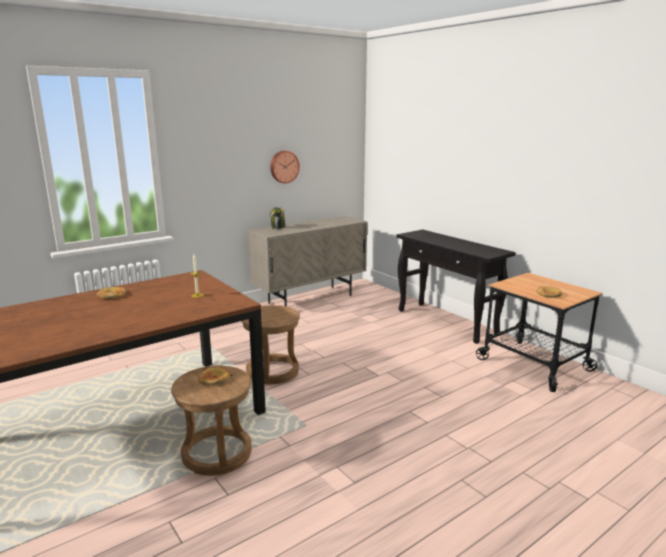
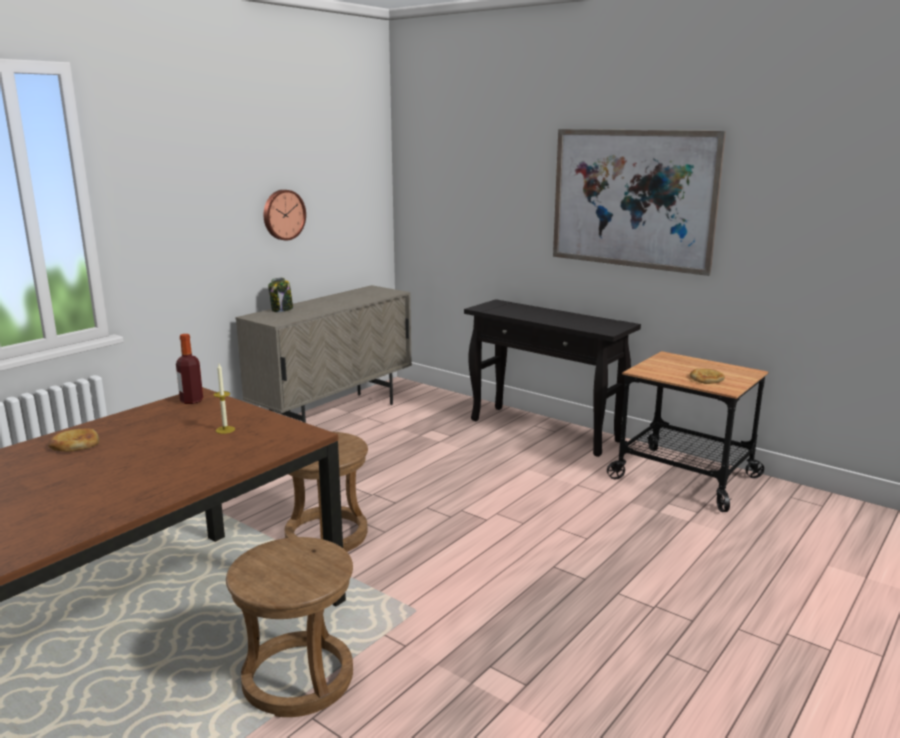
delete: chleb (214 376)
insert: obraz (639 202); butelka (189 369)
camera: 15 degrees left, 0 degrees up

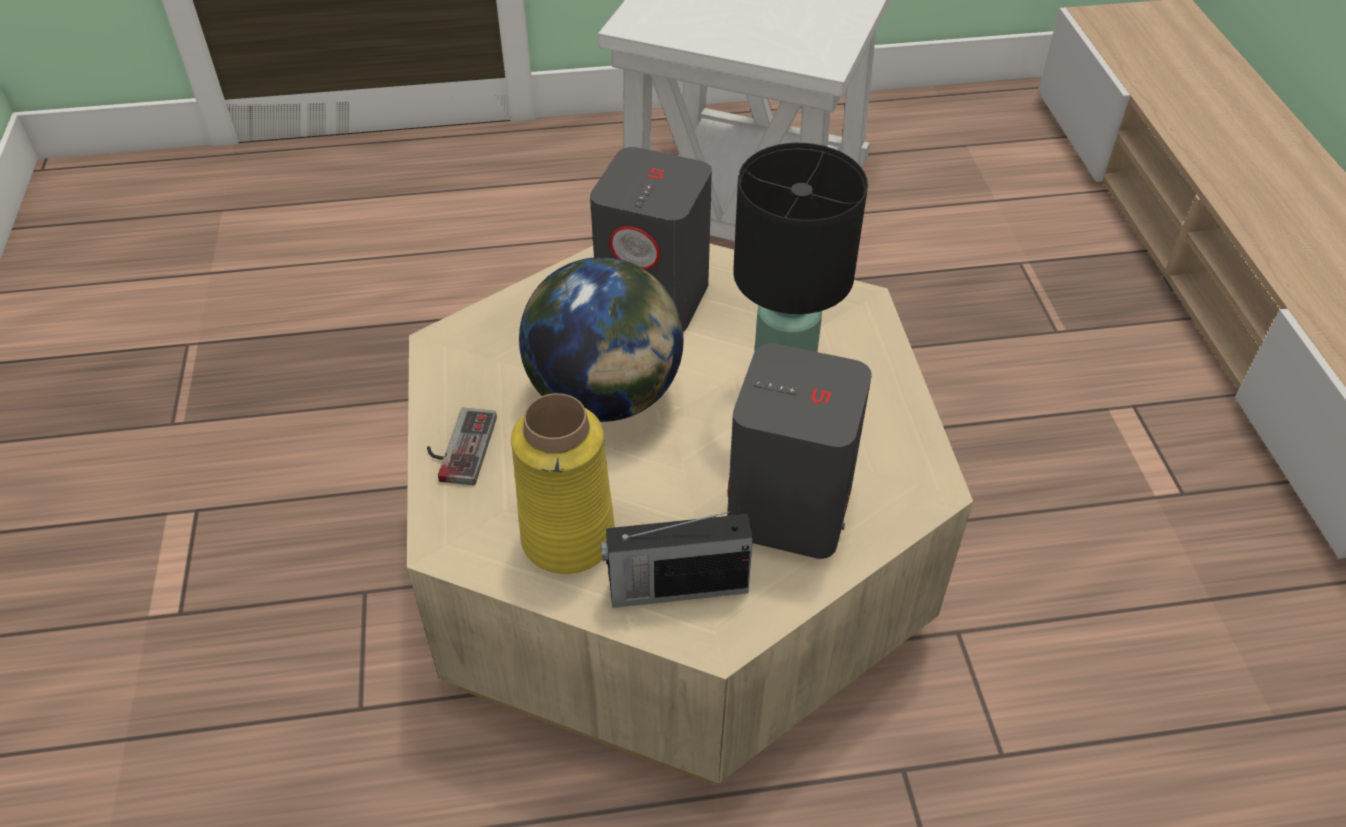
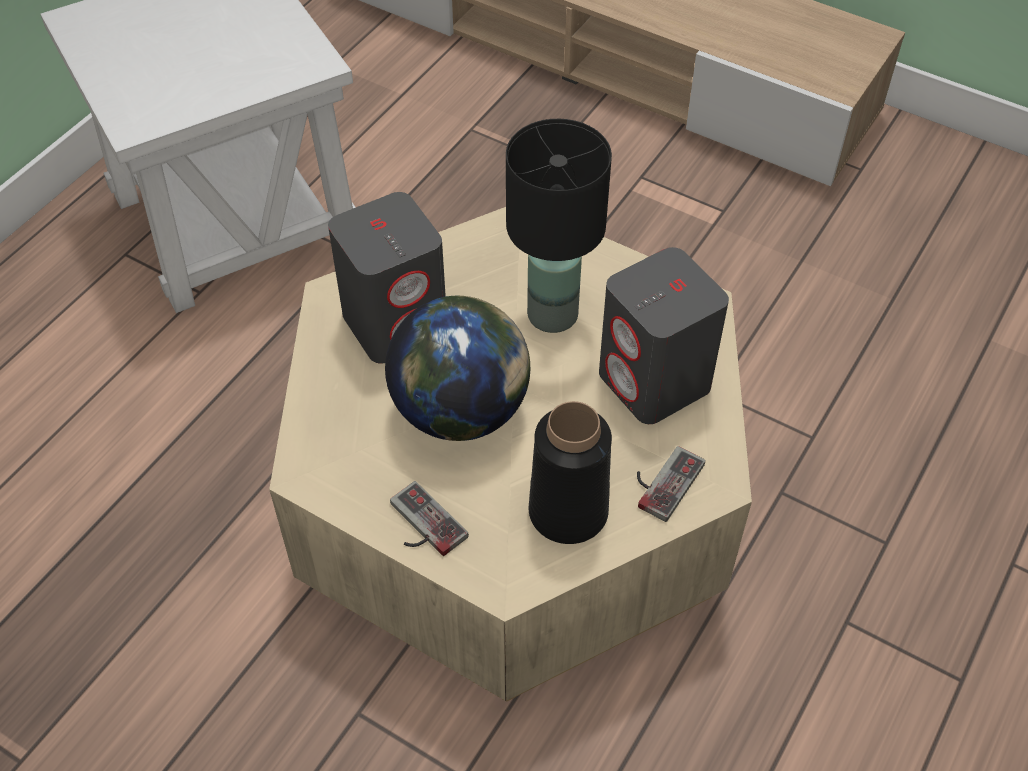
replace: radio (677 559) to pad do gier (671 484)
recolor: wazon (żółty) (563 483) to wazon (czarny) (570 472)
camera: 50 degrees left, 5 degrees up

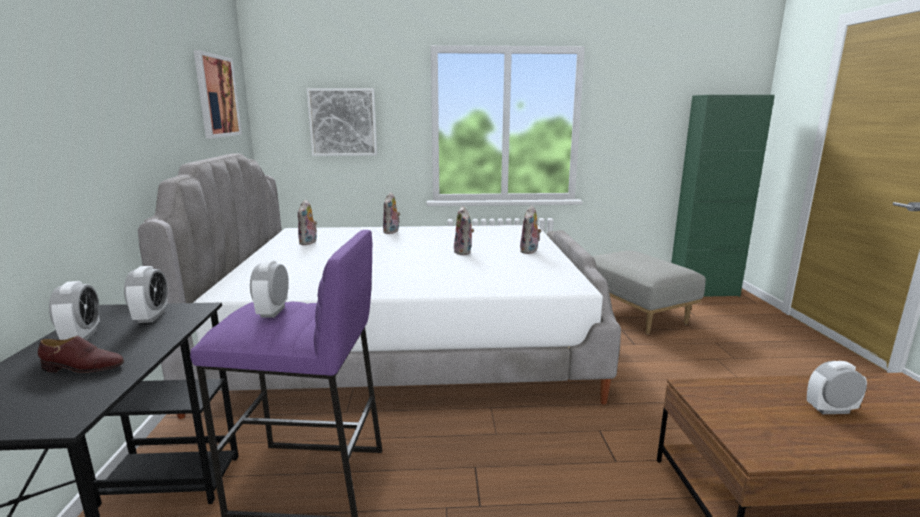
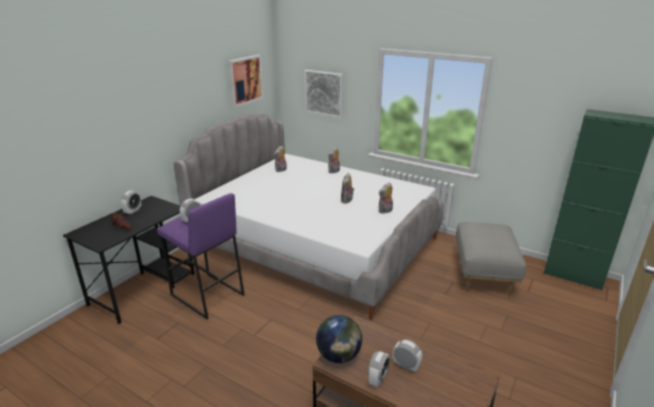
insert: globus (339 339)
move: budzik (145 294) to (379 369)
camera: 35 degrees right, 10 degrees up

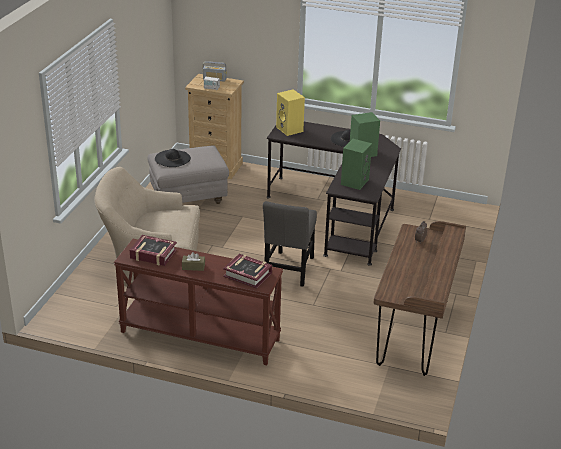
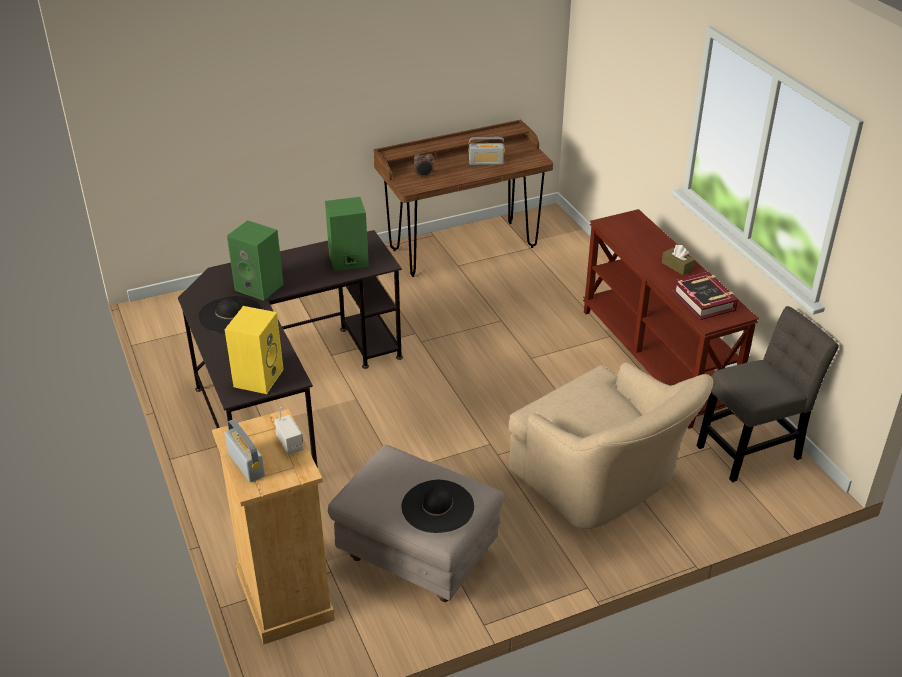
delete: książka (247 271)
insert: radio (486 151)
move: krzesło (szary) (290 244) to (768 394)
camera: 130 degrees left, 5 degrees up

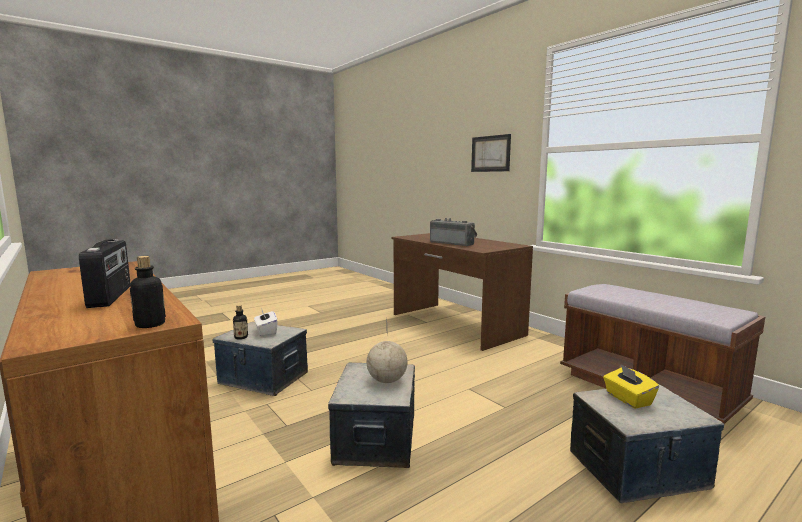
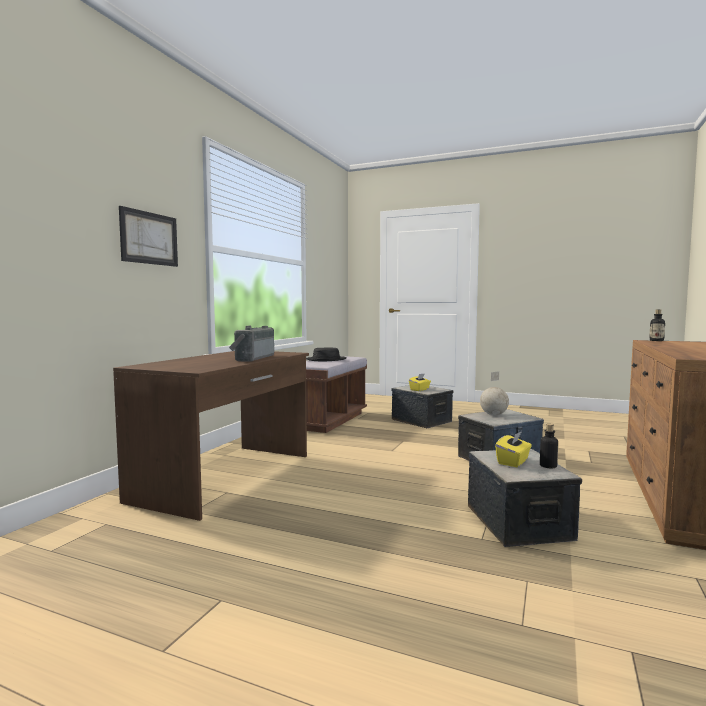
delete: radio (105 273)
insert: kapelusz (czarny) (326 354)
recolor: pudełko chusteczek (biały) (265 322) to pudełko chusteczek (żółty) (513 449)
camera: 120 degrees left, 5 degrees down

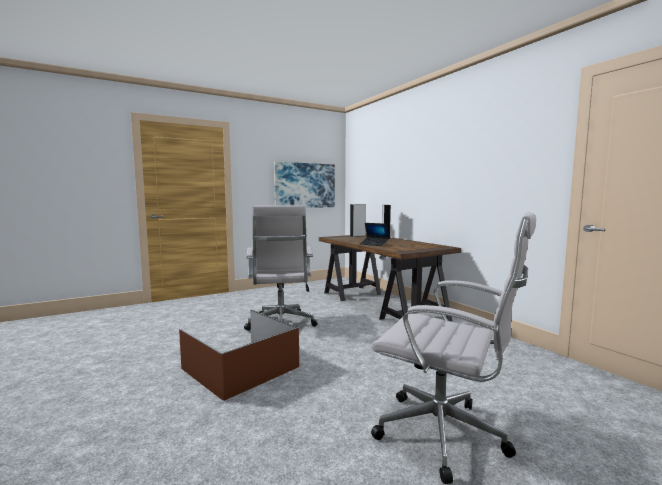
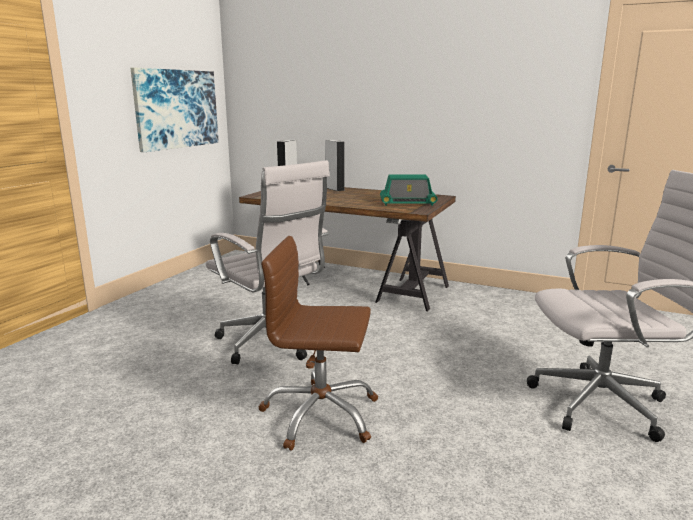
delete: laptop (374 234)
insert: radio (409 190)
replace: pojemnik do przechowywania (brązowy) (239 355) to krzesło biurowe (brązowy) (318 343)
camera: 35 degrees left, 10 degrees up

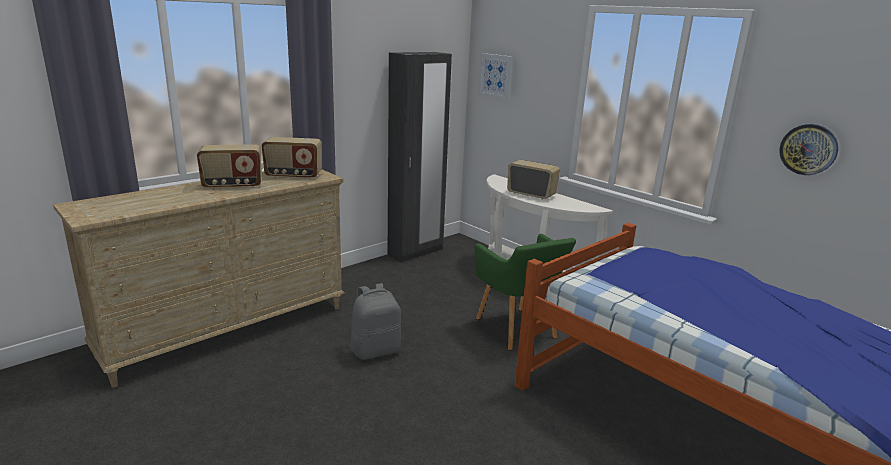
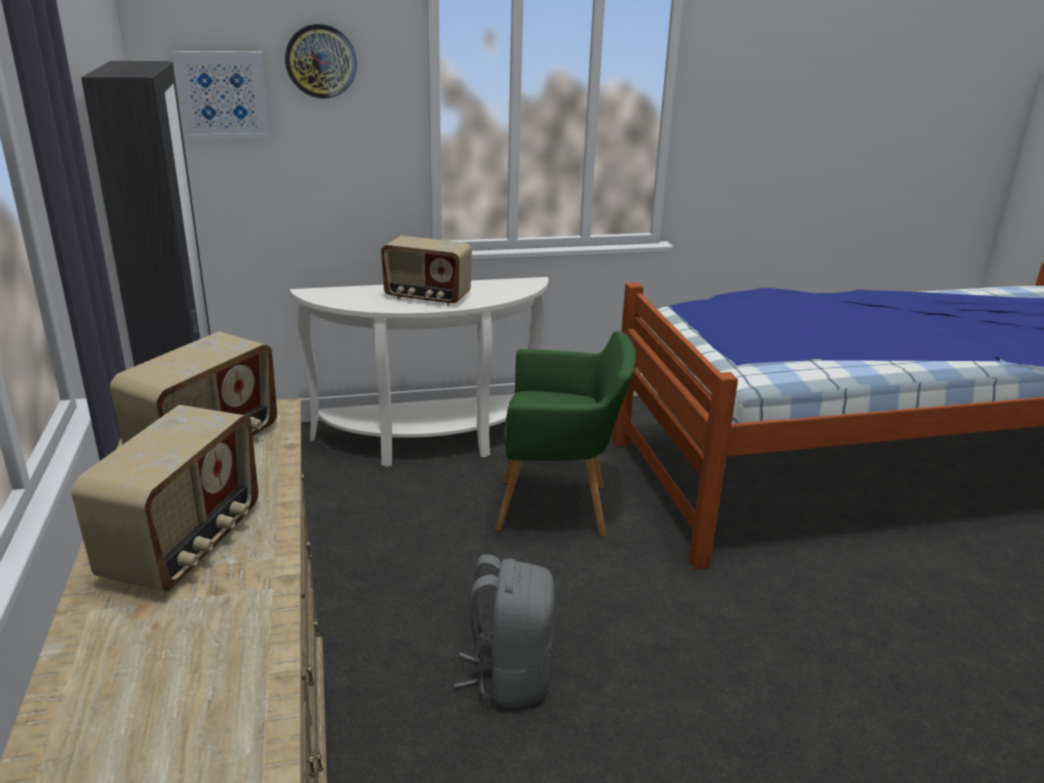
move: zegar ścienny (808 149) to (321 61)
rotate: radio (533 179) = (426 271) 135 degrees counterclockwise
camera: 60 degrees left, 5 degrees up

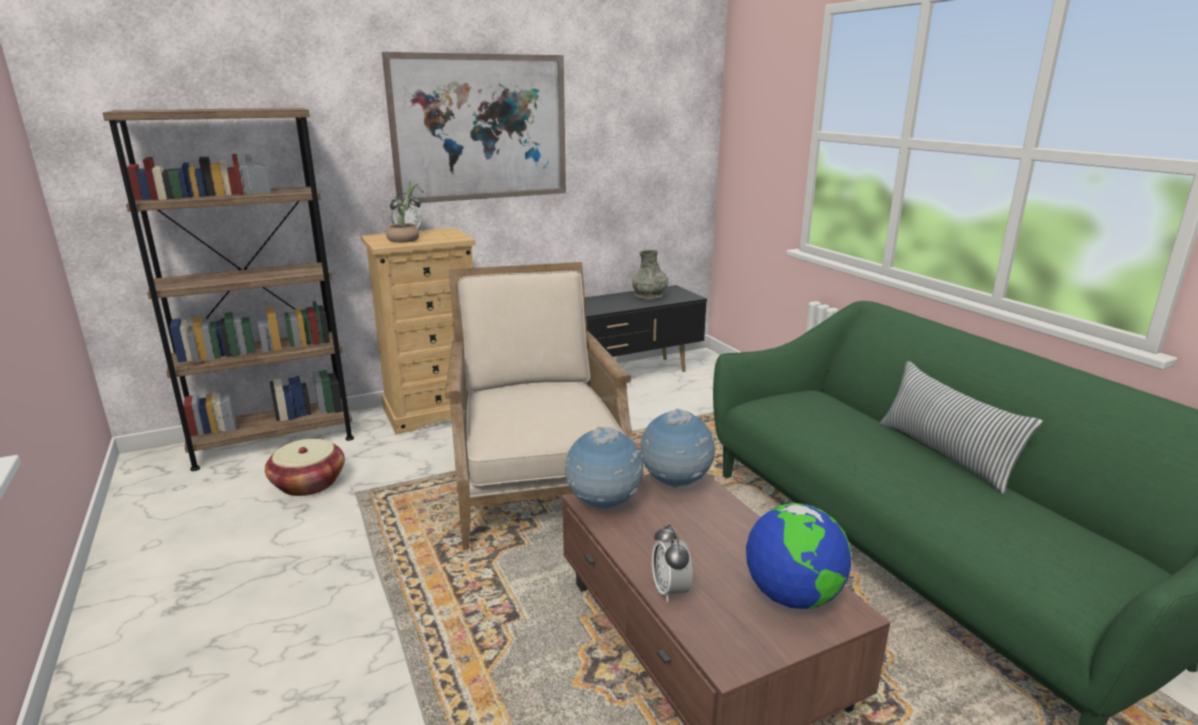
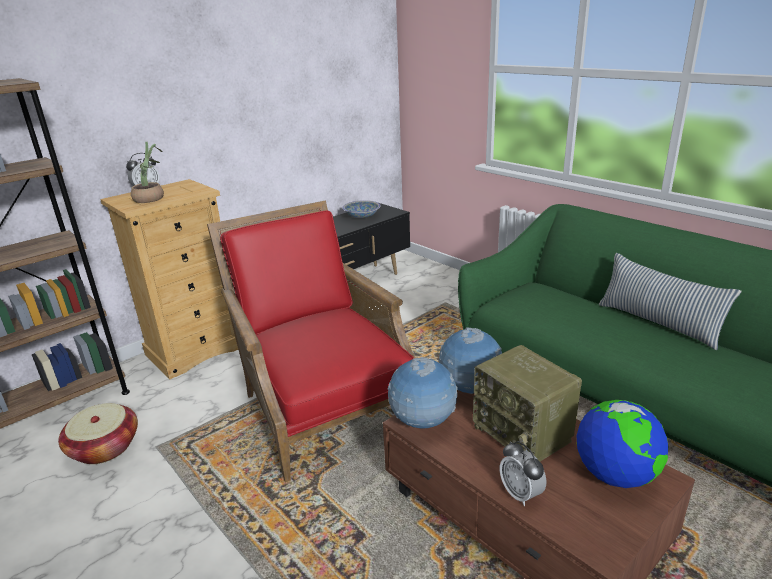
delete: obraz (474 128)
insert: radio (527 403)
replace: wazon (szary) (650 275) to miska (361 209)
recolor: fotel (beżowy) (539 406) to fotel (czerwony) (311 341)
camera: 15 degrees left, 5 degrees up

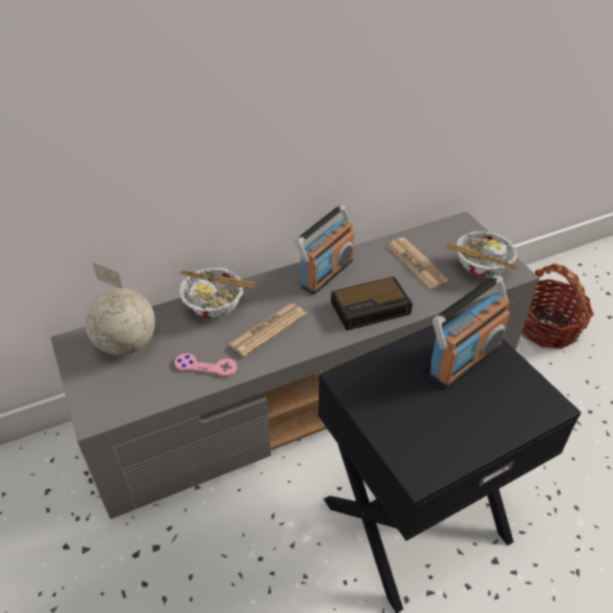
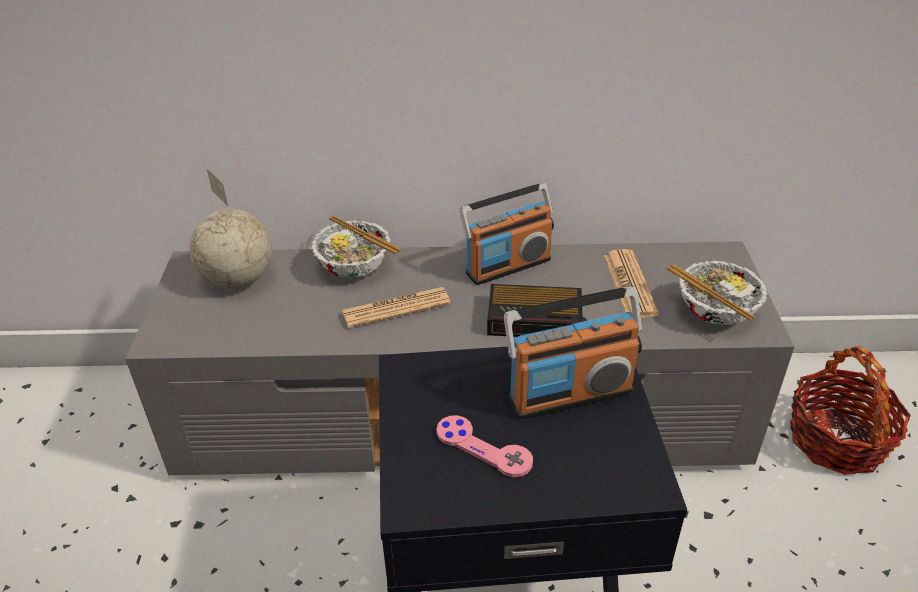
move: pad do gier (różowy) (206 365) to (484 446)
camera: 25 degrees right, 5 degrees down

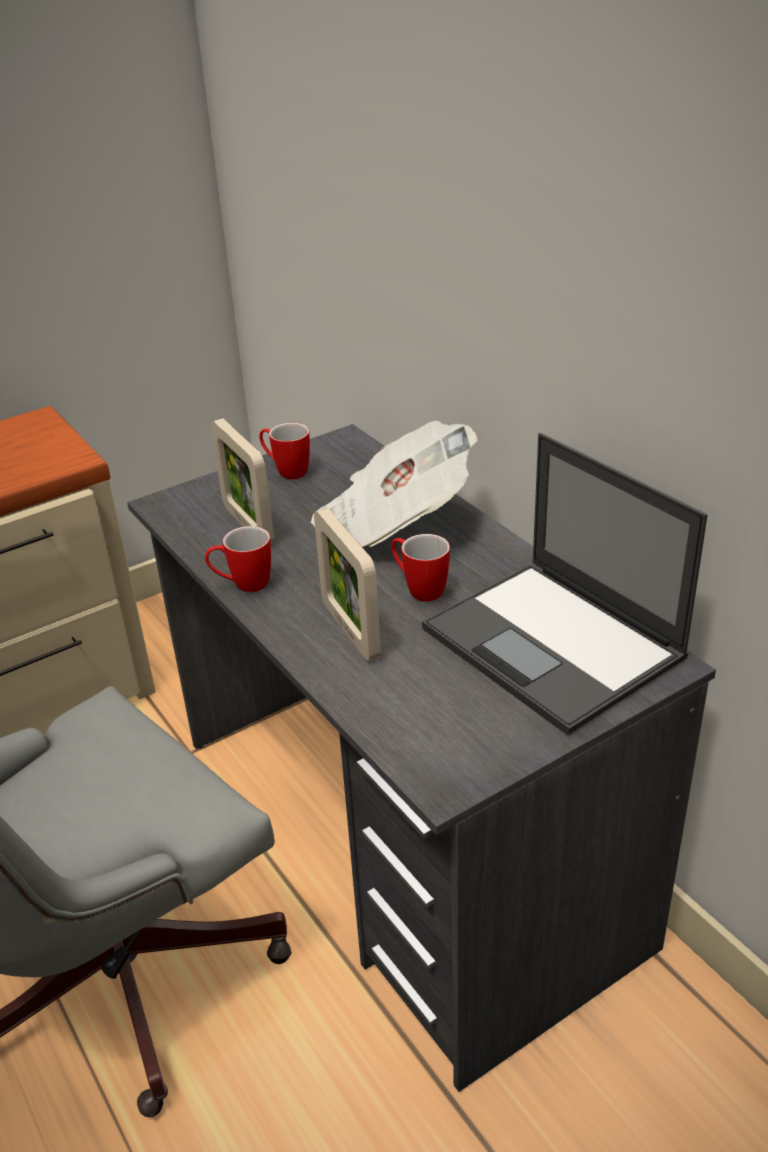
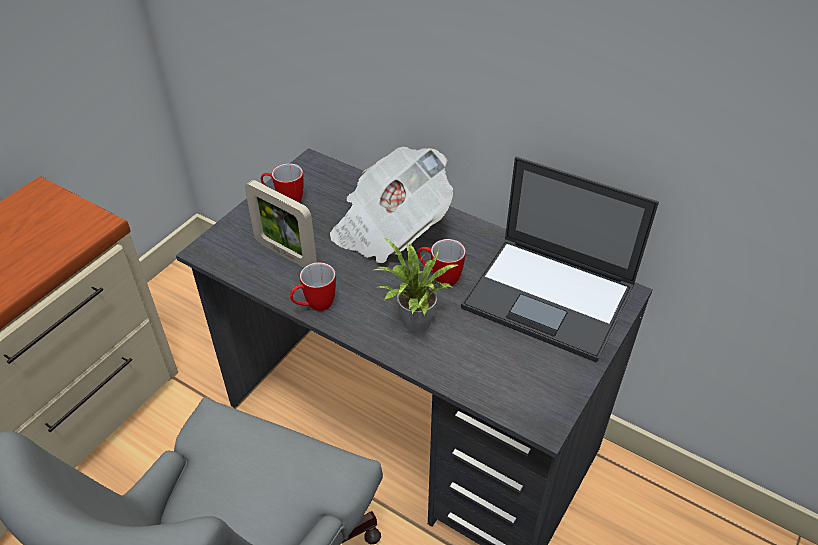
replace: ramka na zdjęcie (347 584) to roślina doniczkowa (416 285)
camera: 25 degrees left, 10 degrees up

